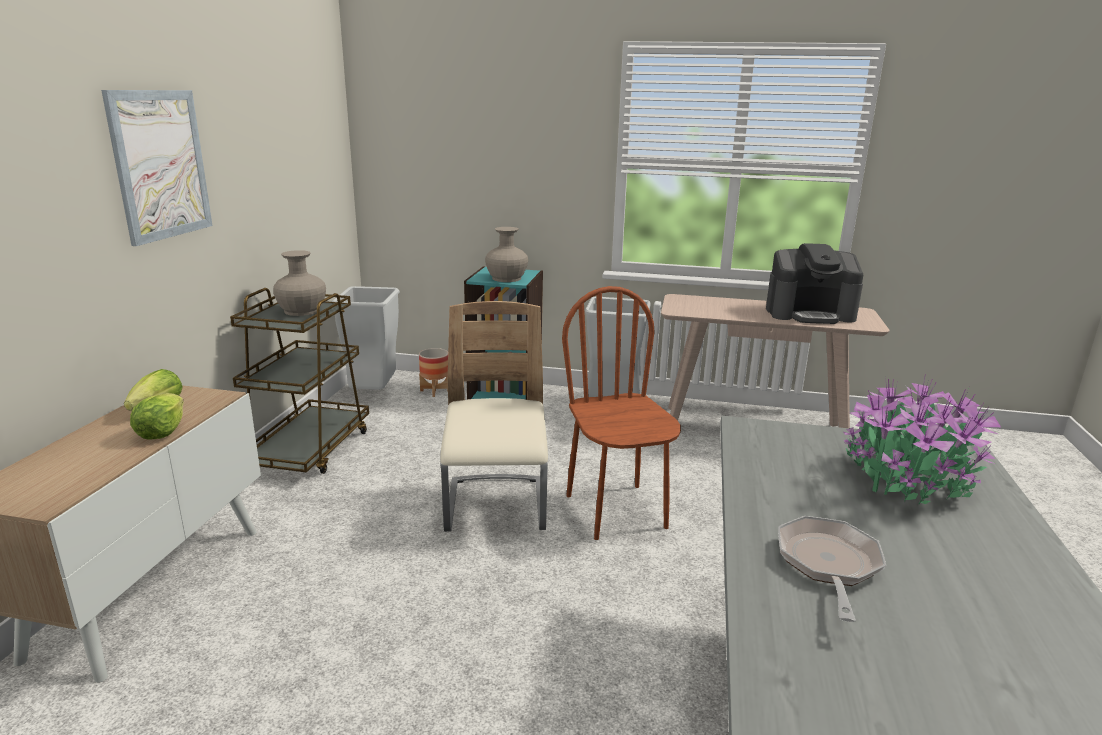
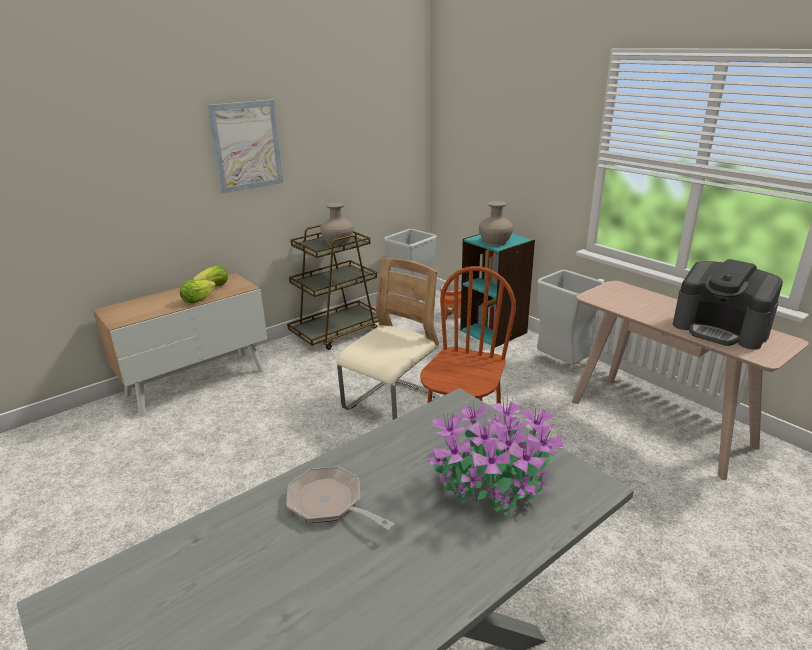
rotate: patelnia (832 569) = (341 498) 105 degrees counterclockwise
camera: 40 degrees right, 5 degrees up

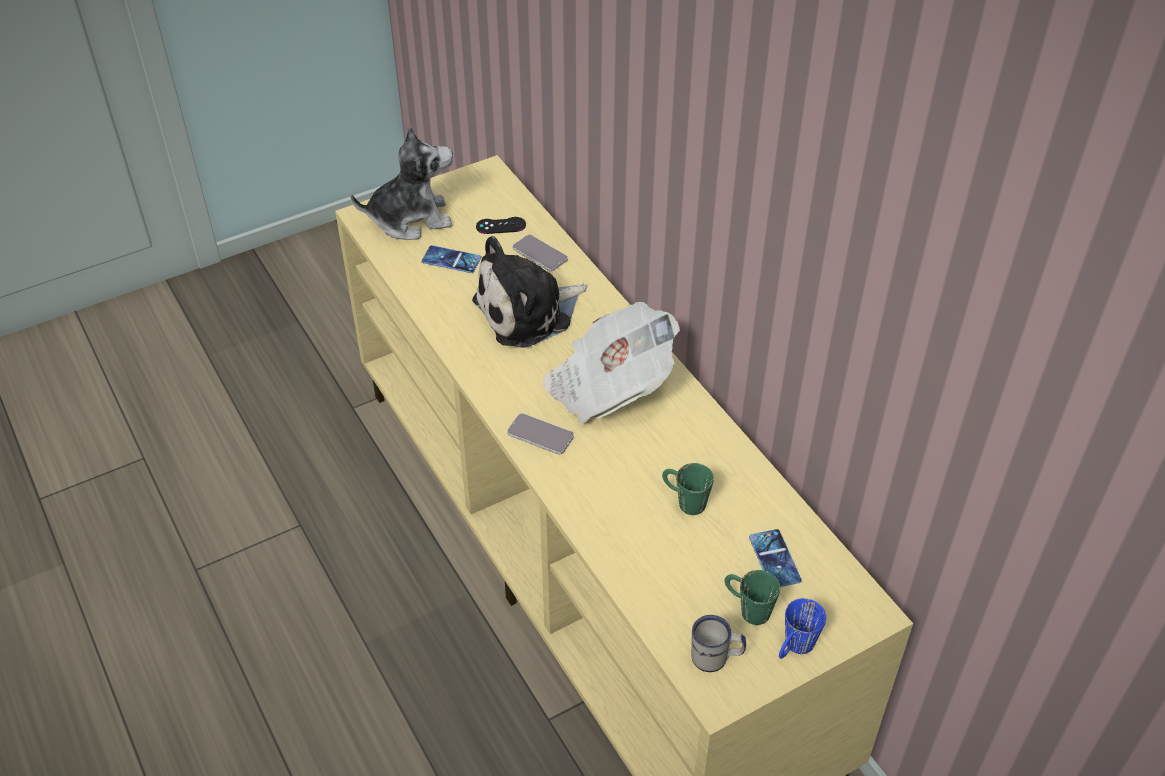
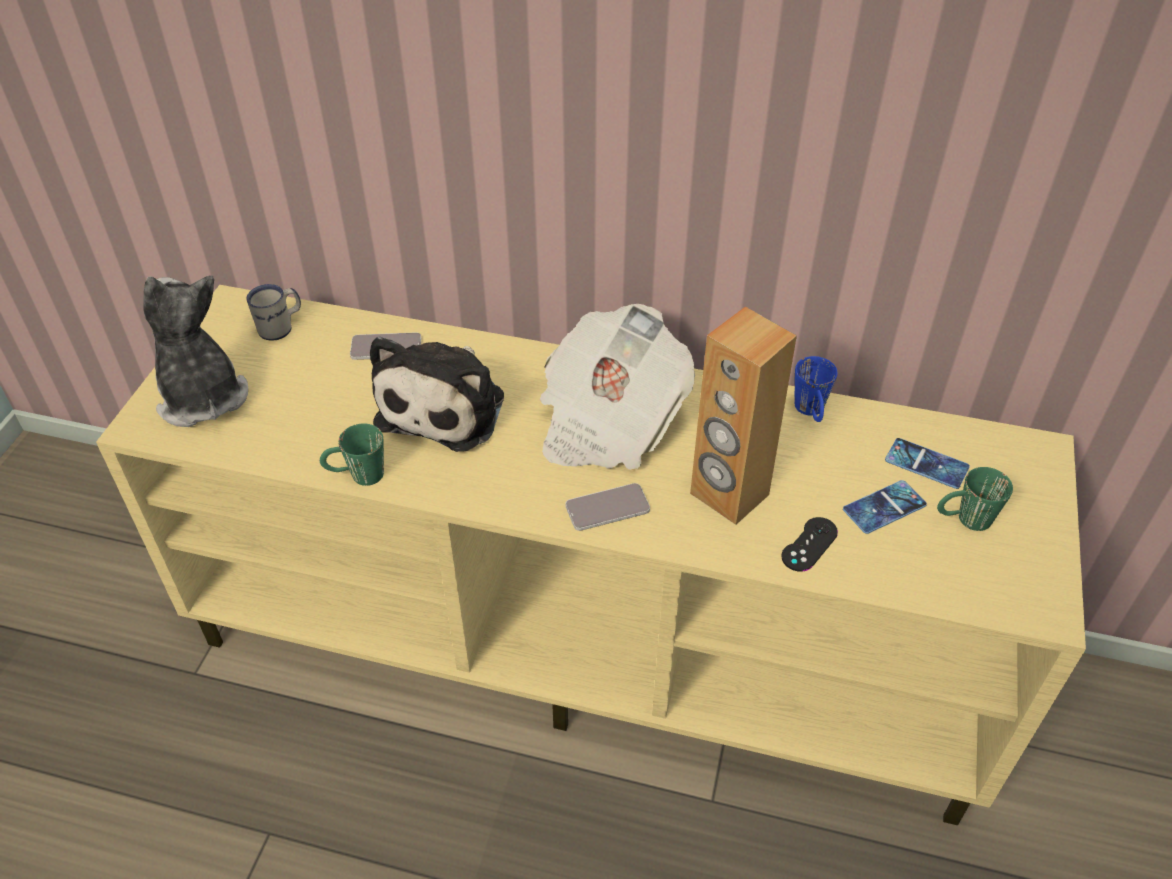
insert: głośnik (brązowy) (743 416)
move: pad do gier (czarny) (501 225) to (809 544); telefon (451 259) to (885 507); kubek (zielony) (688 489) to (352 454); kubek (niebieski) (802 628) to (815 389); kubek (biały) (718 643) to (273 312)
rotate: pluszak (402 182) = (195 351) 60 degrees counterclockwise
camera: 45 degrees left, 0 degrees up

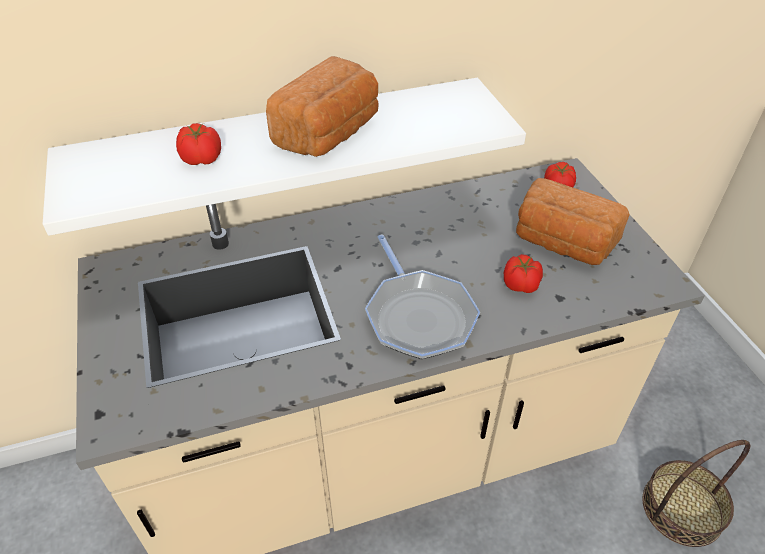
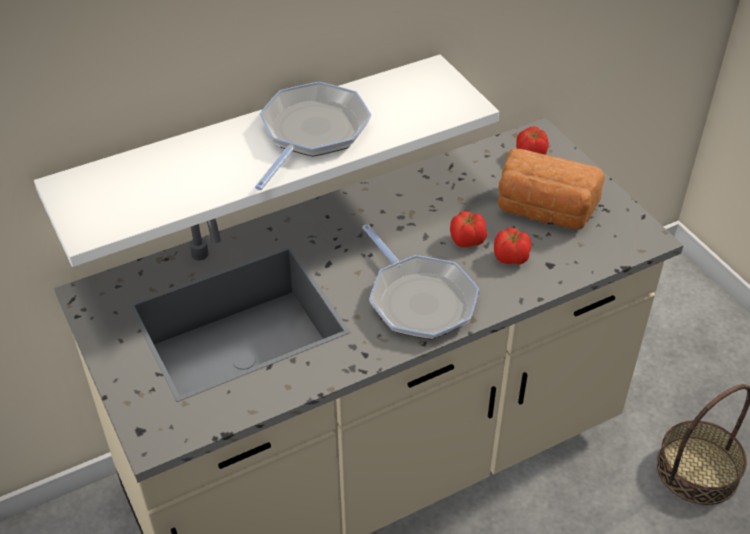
move: pomidor (198 144) to (468 229)
replace: chleb (322 106) to patelnia (313 136)
camera: 10 degrees left, 0 degrees up

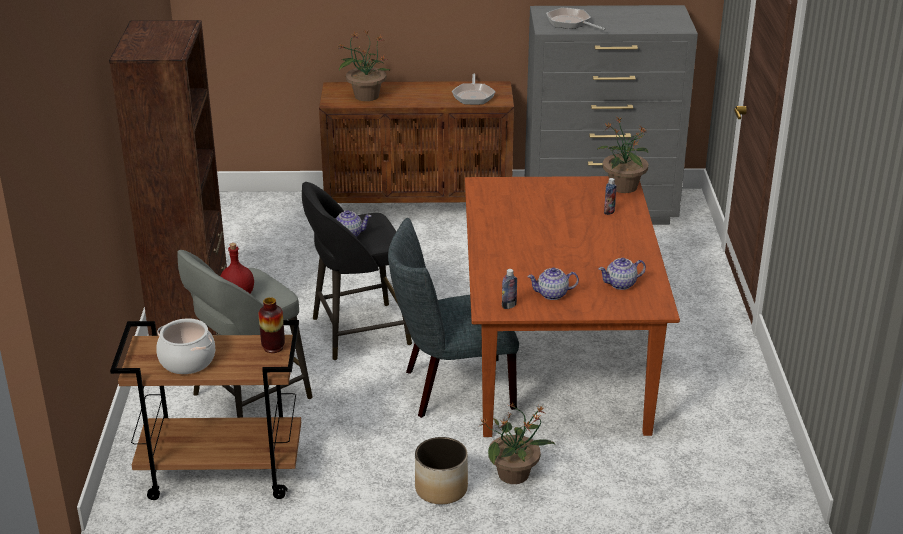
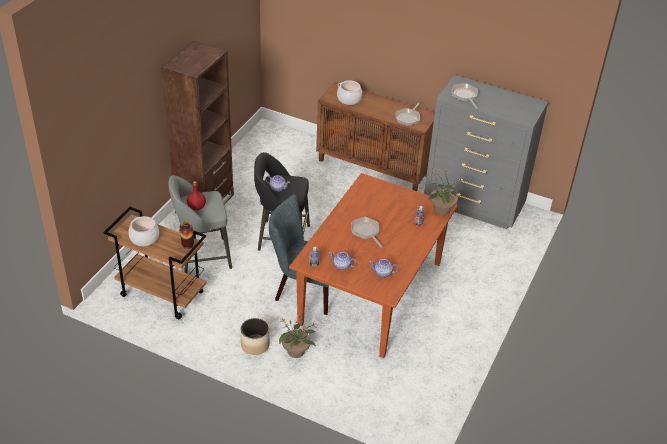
insert: patelnia (366 232)
replace: roślina doniczkowa (364 66) to garnek (349 92)
camera: 25 degrees right, 10 degrees up

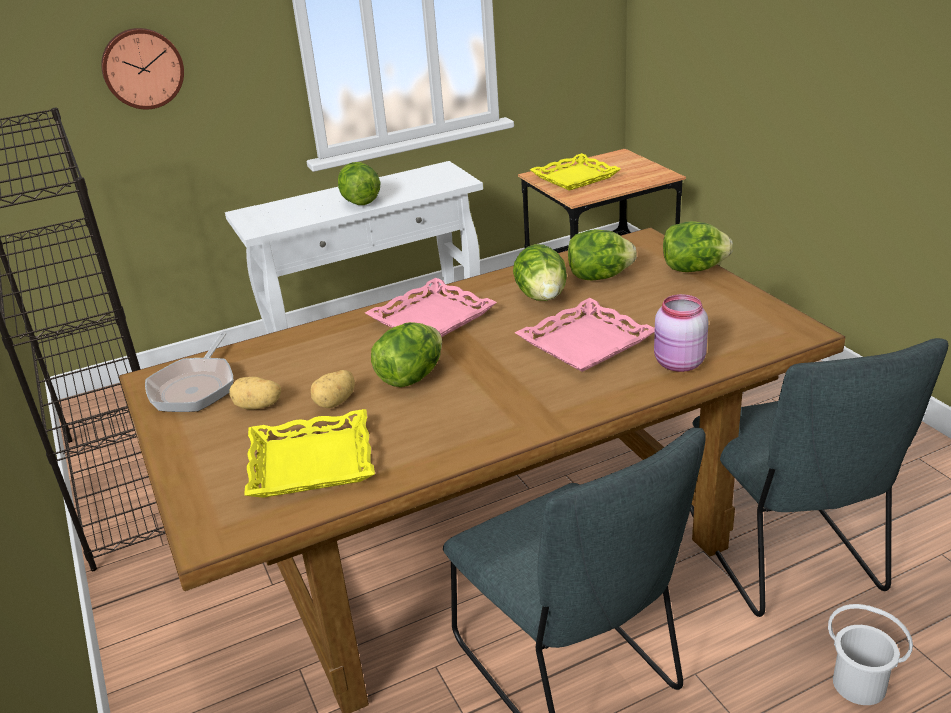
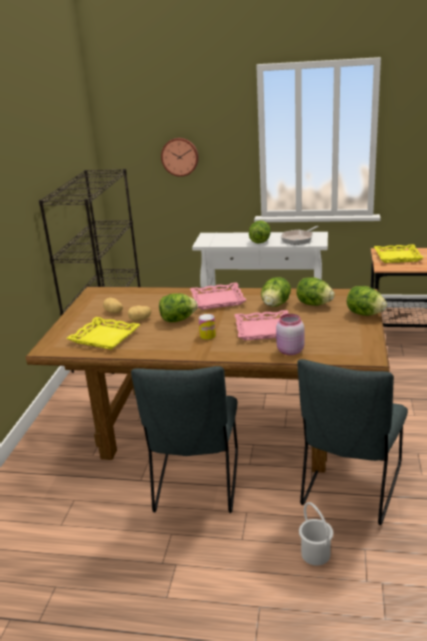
insert: puszka (207 327)
move: patelnia (189 372) to (300 235)
camera: 35 degrees right, 5 degrees down

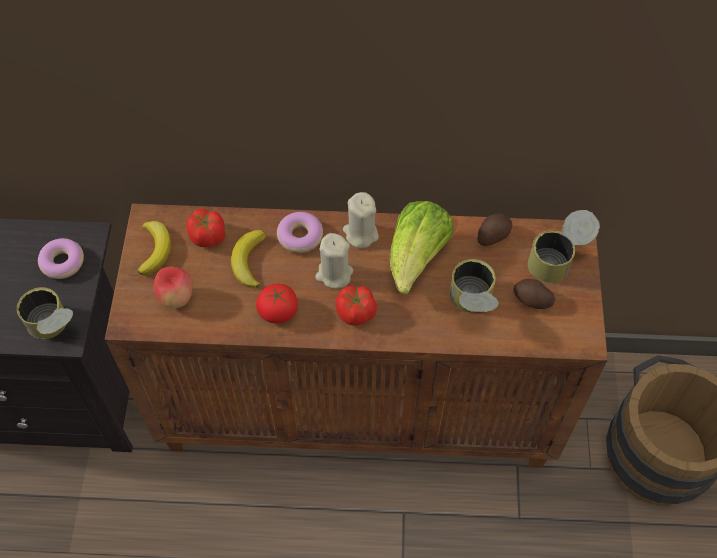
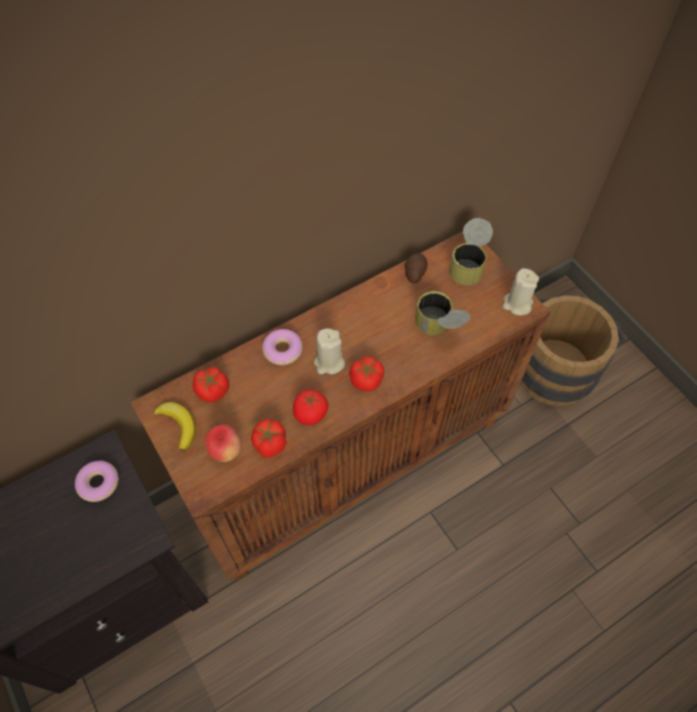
delete: sałata (421 247); banan (248 259); ziemniak (534 294); puszka (45 313)
insert: pomidor (269 438)
move: świeca (beżowy) (361 220) to (521 291)
camera: 35 degrees left, 0 degrees up

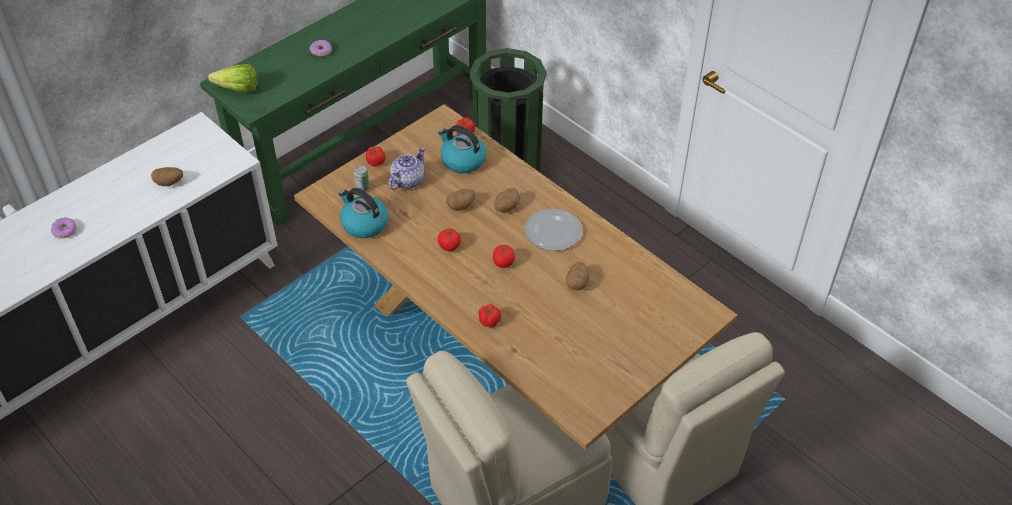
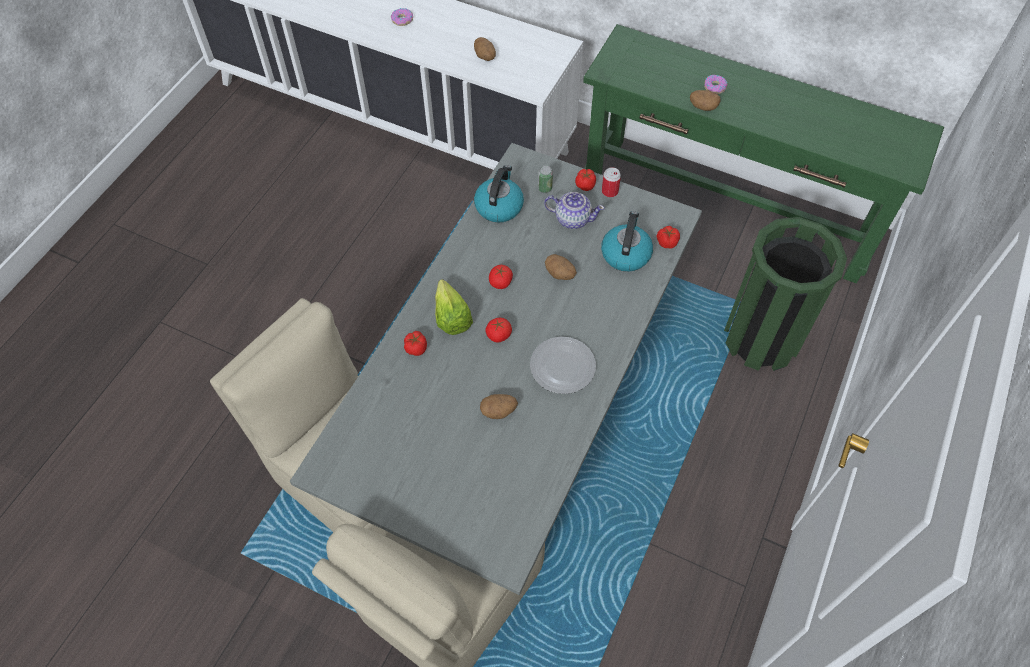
insert: puszka (611 182)
move: sałata (233 78) to (454 307); ziemniak (507 200) to (705 100)
recolor: stół jadalny (brązowy) (516 277) to stół jadalny (szary) (496 369)
camera: 70 degrees right, 10 degrees up

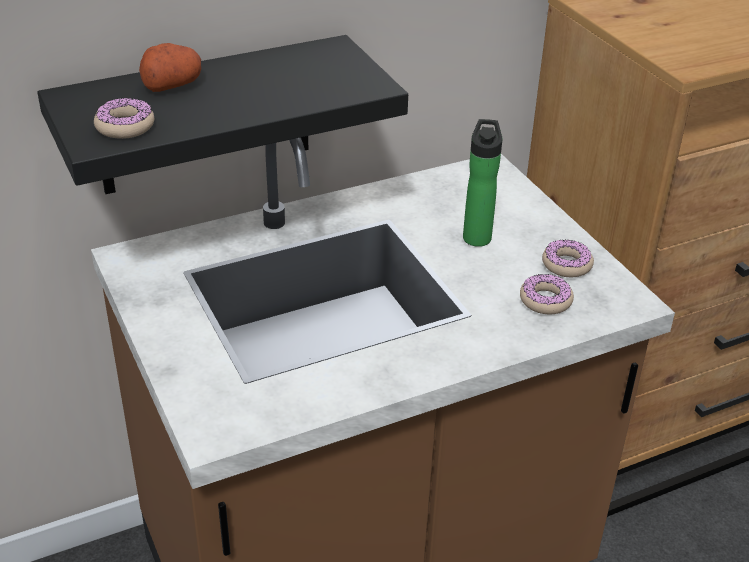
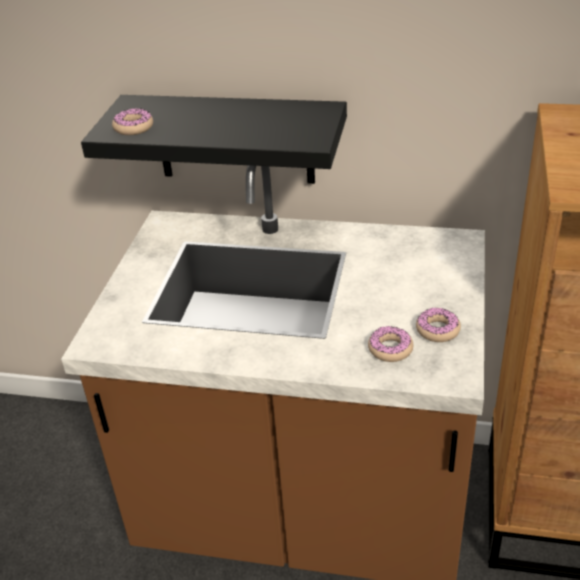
delete: ziemniak (170 67); butelka (483 183)
camera: 40 degrees right, 0 degrees up

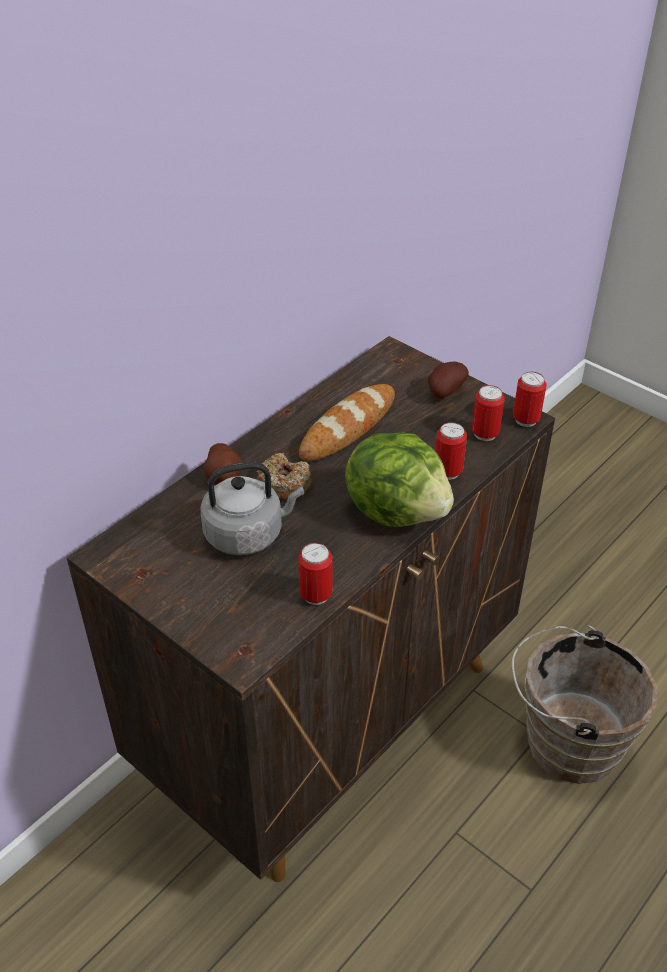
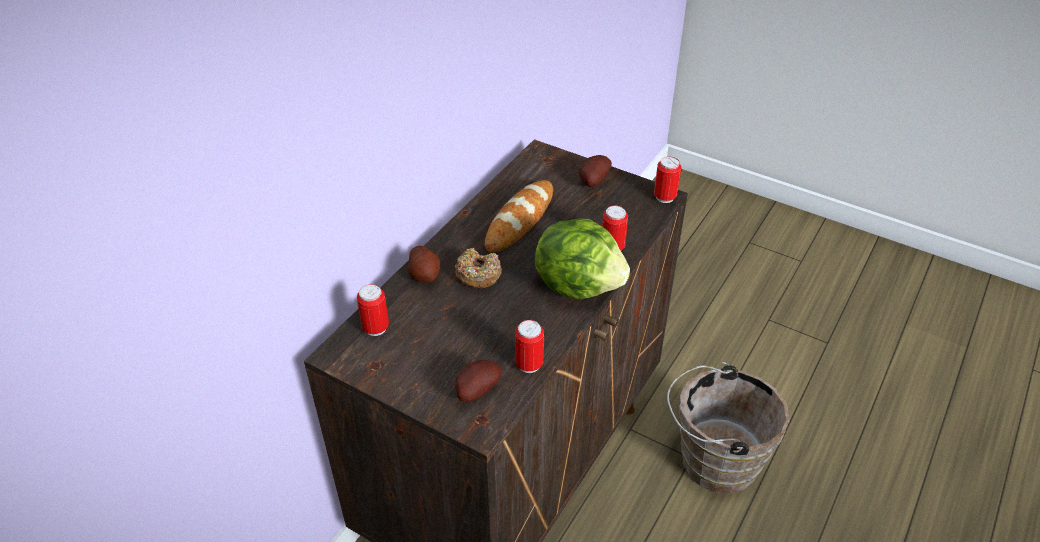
delete: czajnik (szary) (252 508)
insert: ziemniak (478 381)
move: puszka (488 413) to (373 310)
camera: 10 degrees left, 0 degrees up

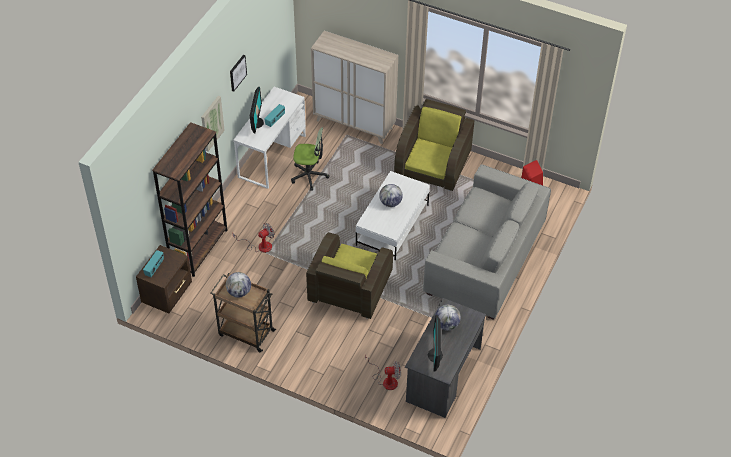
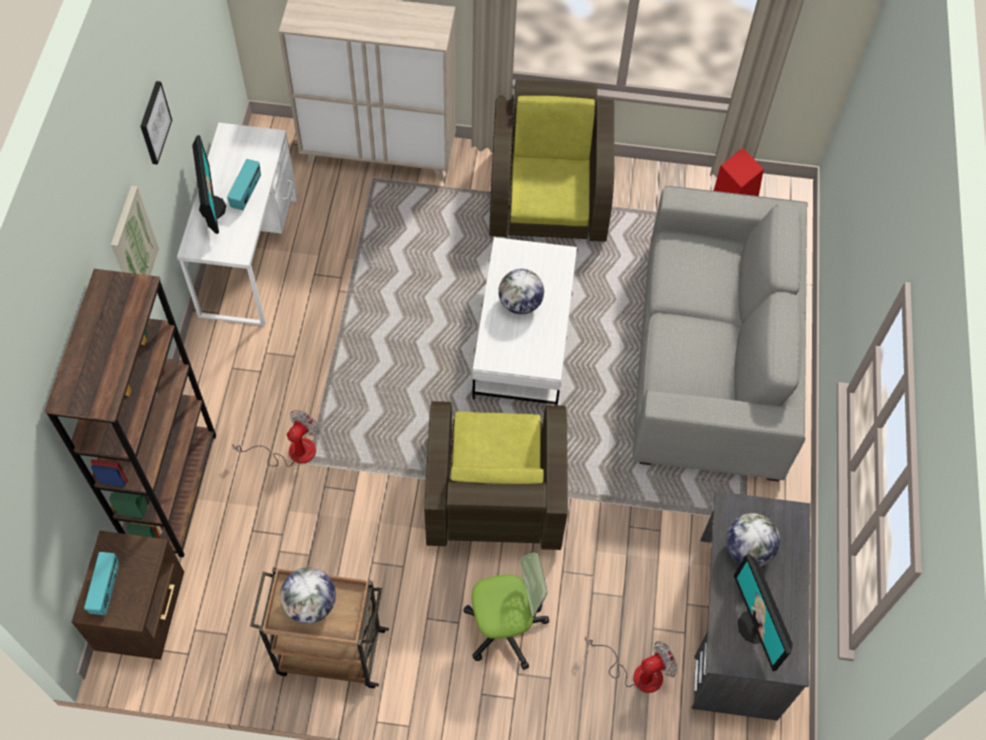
move: krzesło biurowe (310 159) to (506 611)
camera: 20 degrees left, 10 degrees up

